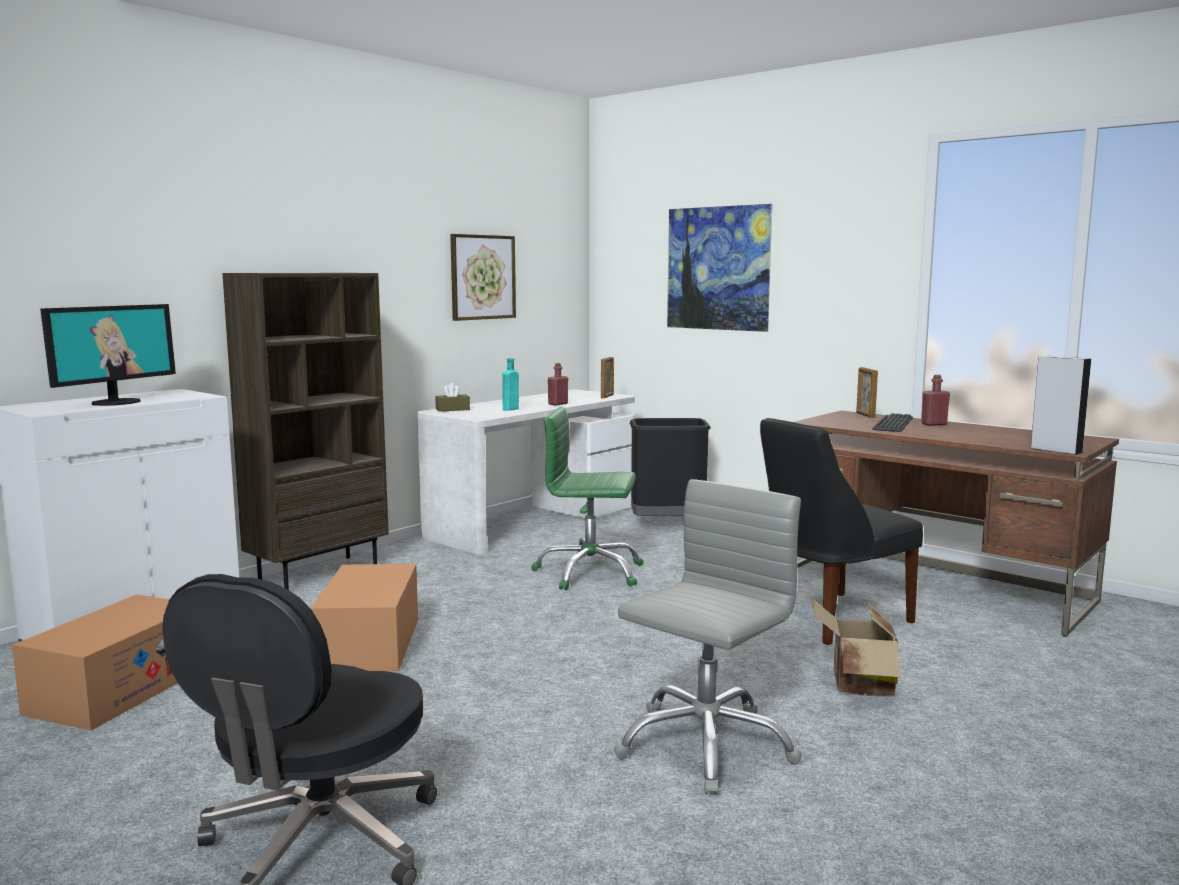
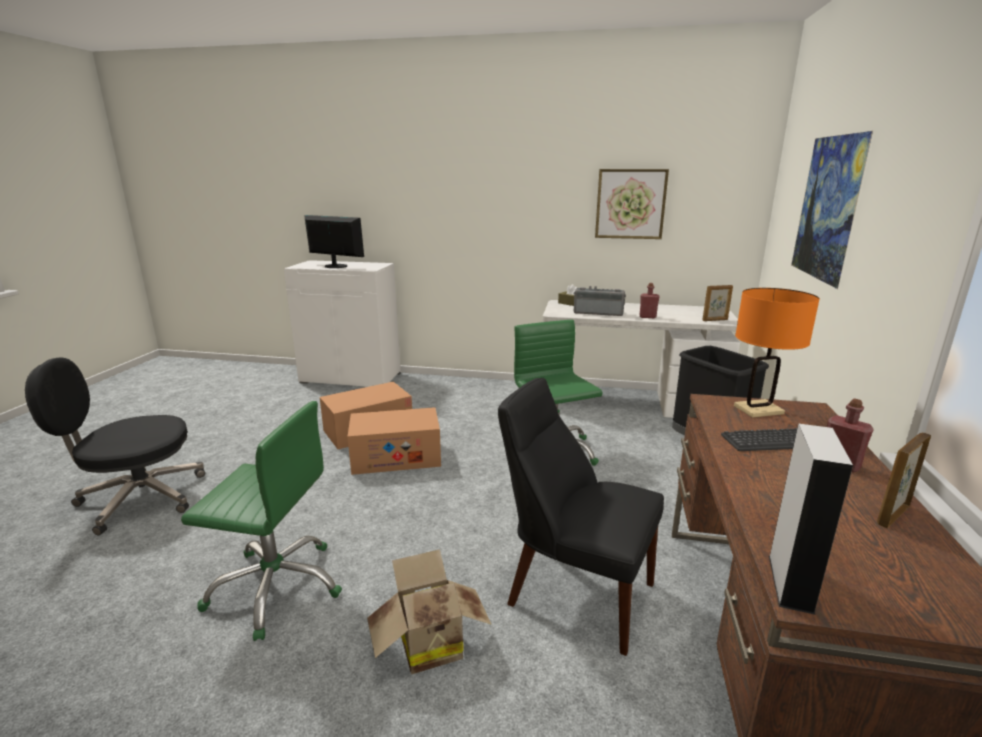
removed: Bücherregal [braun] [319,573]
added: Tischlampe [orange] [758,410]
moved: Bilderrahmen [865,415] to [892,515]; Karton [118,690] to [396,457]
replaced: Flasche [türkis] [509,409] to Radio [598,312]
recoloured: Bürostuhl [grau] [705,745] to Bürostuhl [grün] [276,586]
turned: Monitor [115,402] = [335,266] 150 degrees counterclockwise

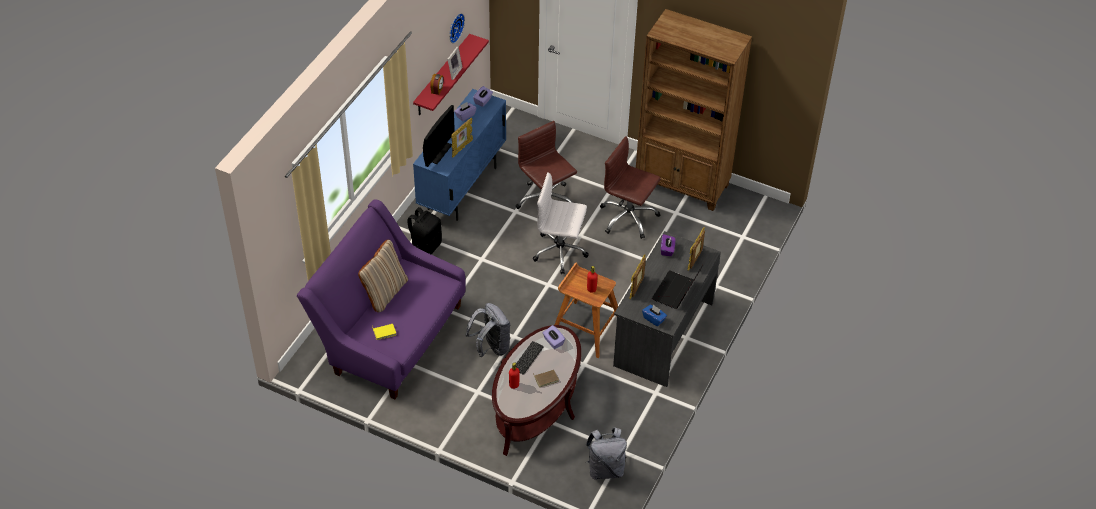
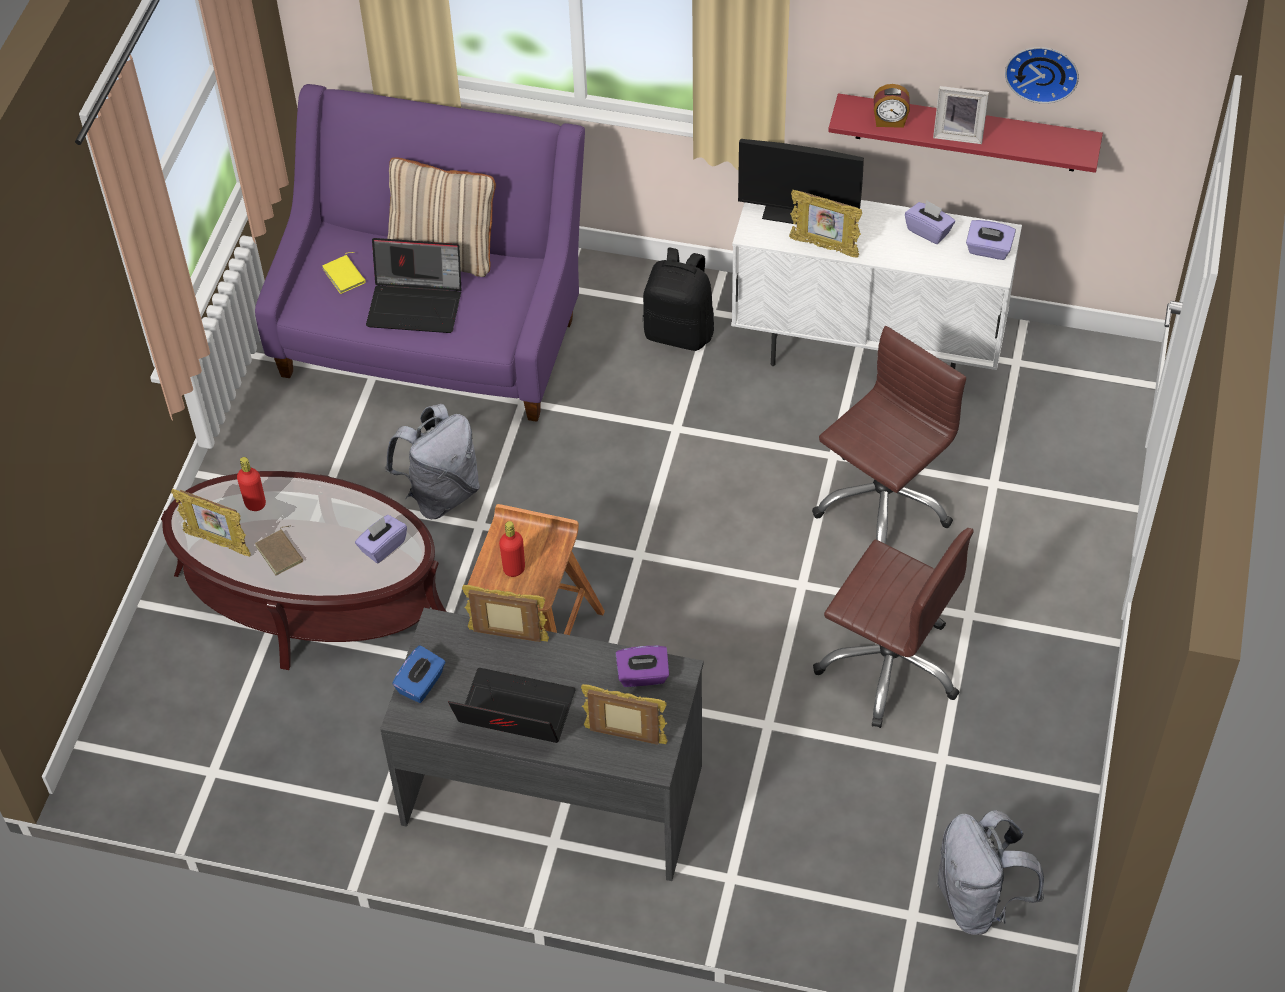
removed: Bücherregal [braun] [682,185]; Bürostuhl [weiß] [561,252]; Tastatur [528,358]
added: Laptop [417,304]; Bilderrahmen [218,543]
moved: Rucksack [grau] [605,469] to [979,901]
recoloured: Schrank [blau] [462,188] to Schrank [weiß] [867,353]
turned: Bürostuhl [braun] [628,218] = [889,665] 105 degrees clockwise

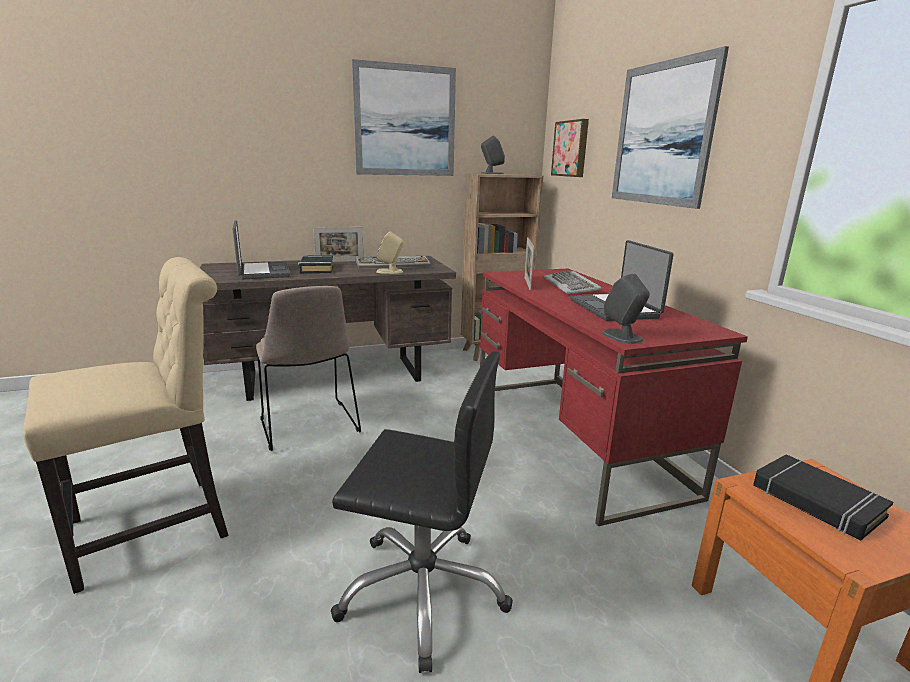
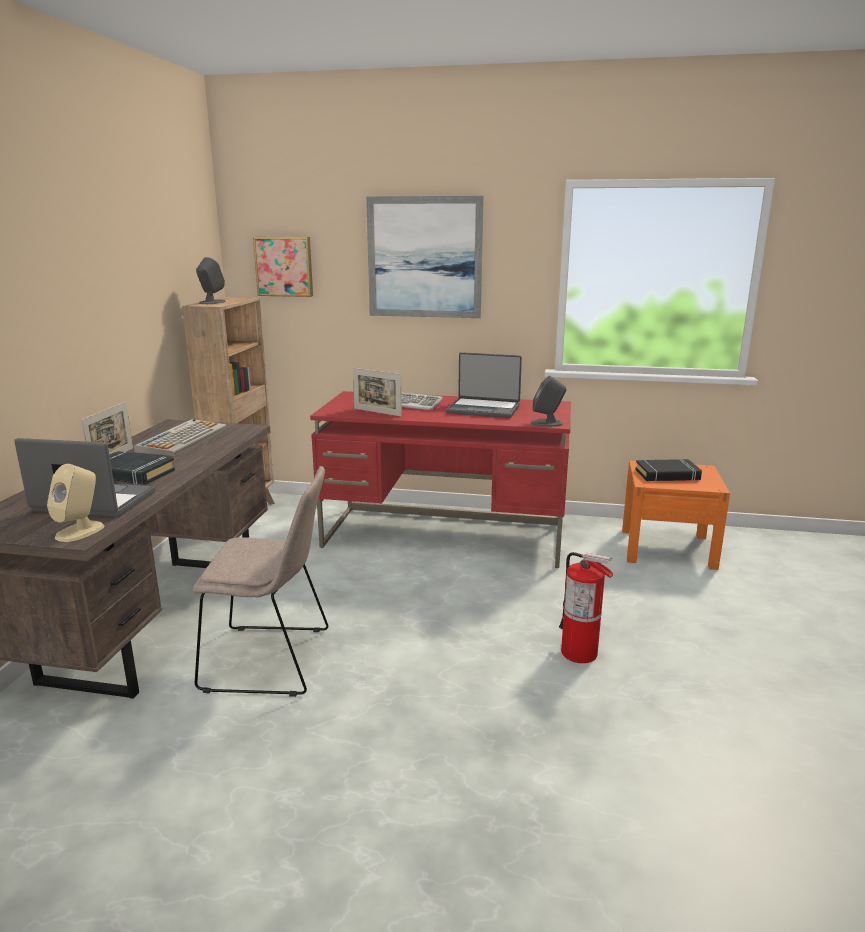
removed: Bild [405,121]; Stuhl [beige] [160,526]
moved: Lautsprecher [beige] [390,271] to [80,531]
replaced: Bürostuhl [schwarz] [423,590] to Feuerlöscher [579,653]

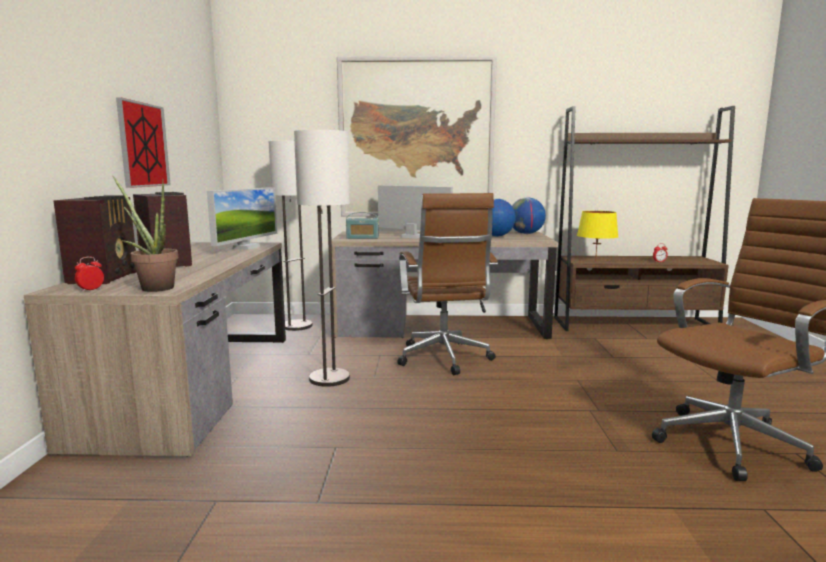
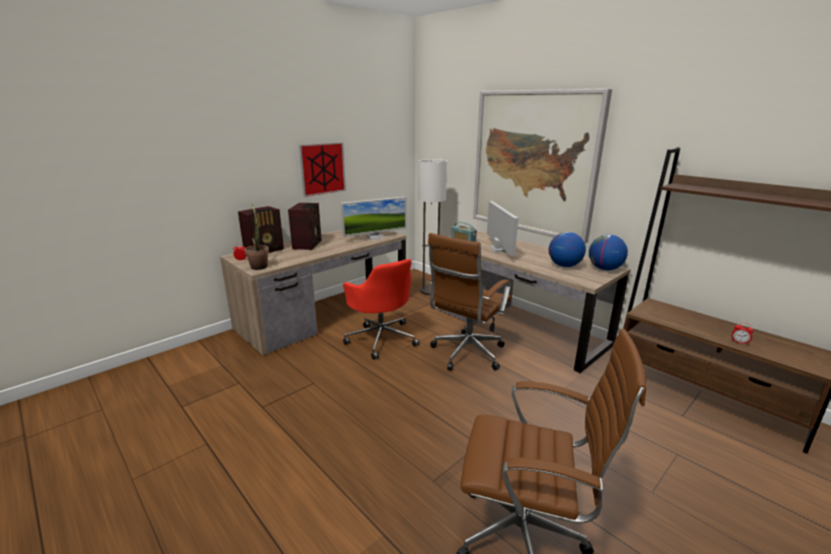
removed: Tischlampe [gelb] [595,261]
replaced: Stehlampe [329,378] to Bürostuhl [rot] [381,338]

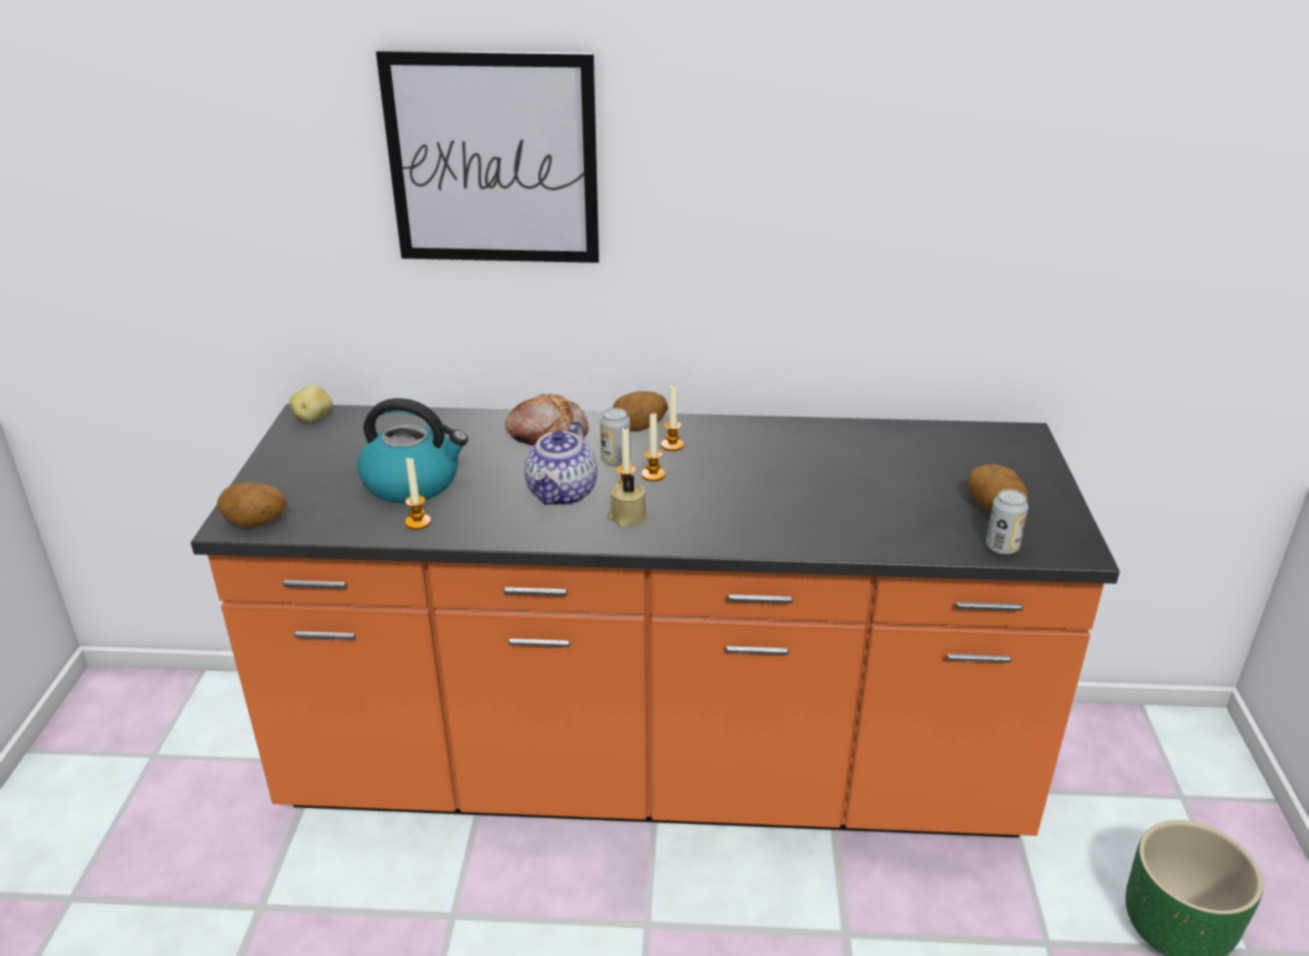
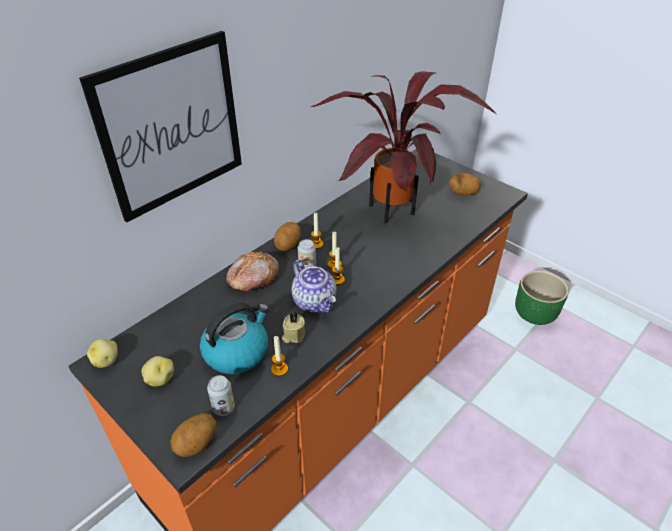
added: Topfpflanze [391,213]; Kartoffel [160,379]
moved: Kerze [beige] [627,517] to [293,335]; Dose [1002,547] to [223,407]

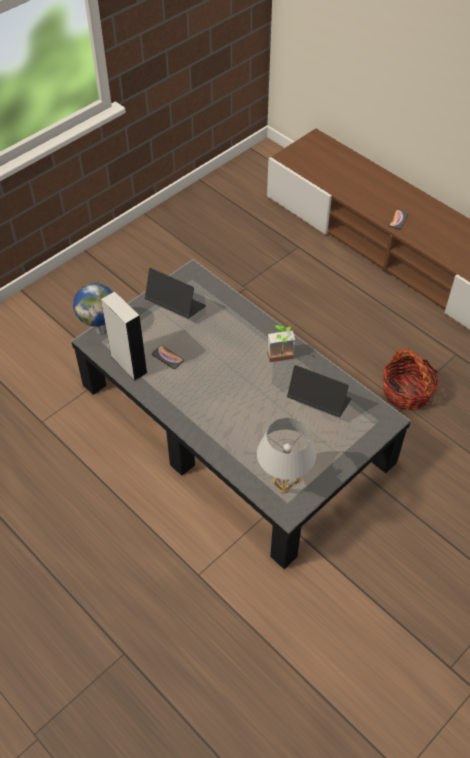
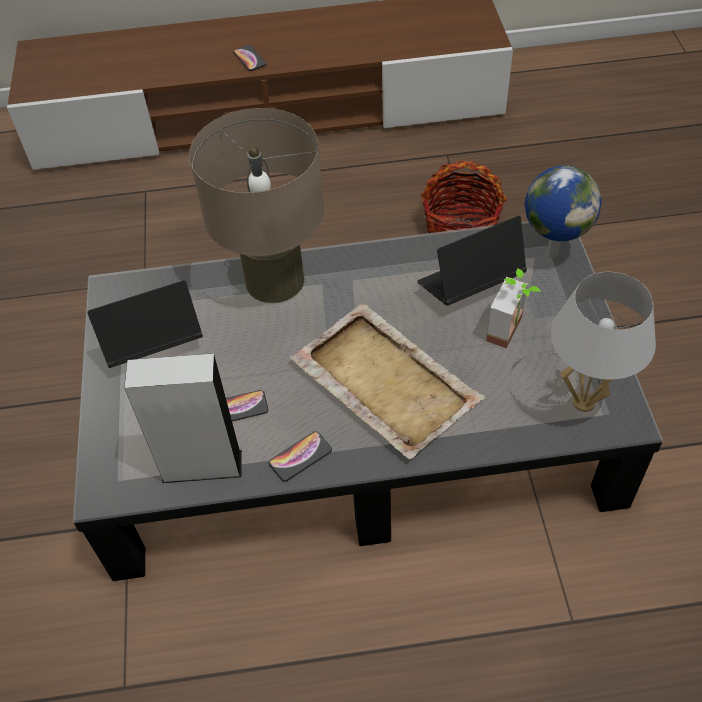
added: Tischlampe [beige] [274,280]; Tablett [beige] [384,380]; Handy [300,456]
moved: Globus [100,331] to [551,253]; Topfpflanze [281,359] to [513,332]

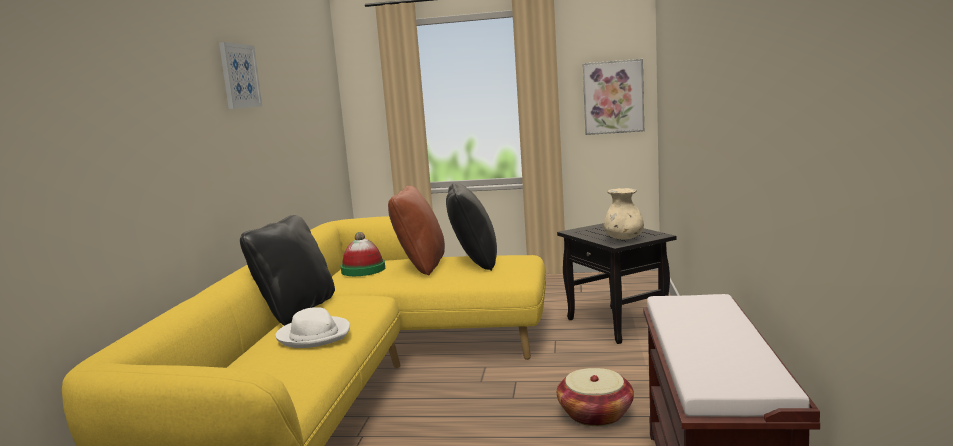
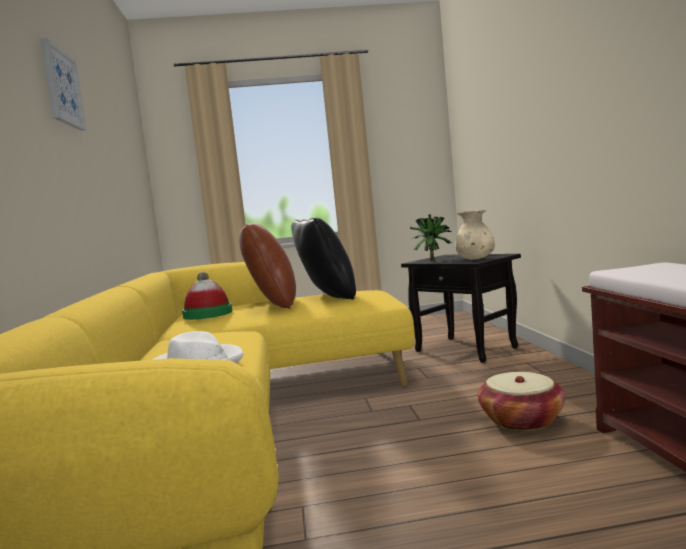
removed: Bild [613,97]; Kissen [schwarz] [296,311]
added: Topfpflanze [432,260]

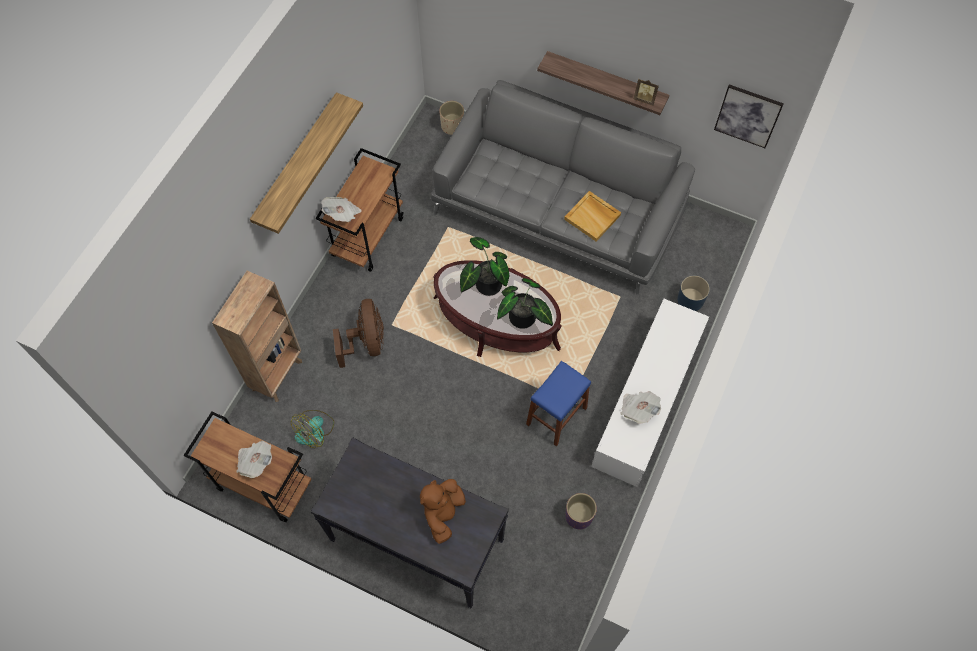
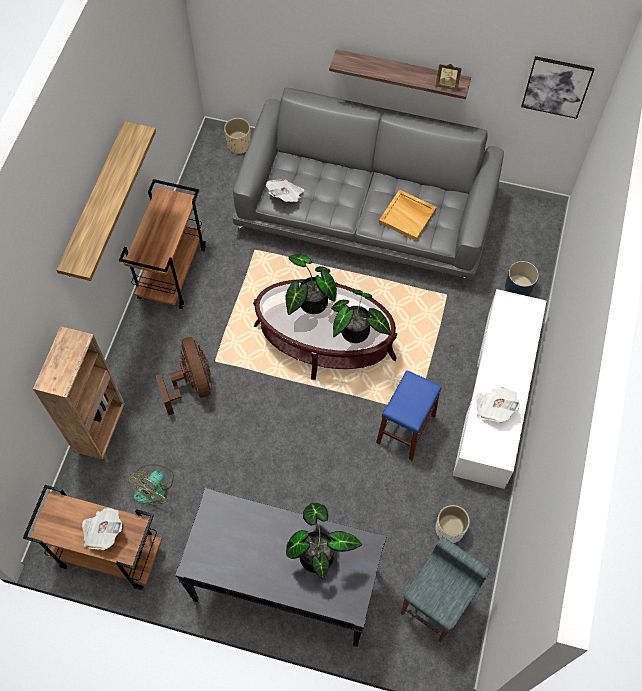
added: Hocker [grau] [436,605]
moved: Zeitung [342,214] to [286,196]
replaced: Plüschtier [braun] [443,513] to Topfpflanze [318,552]
recoloured: Pflanzkübel [lila] [579,516] to Pflanzkübel [weiß] [449,529]

